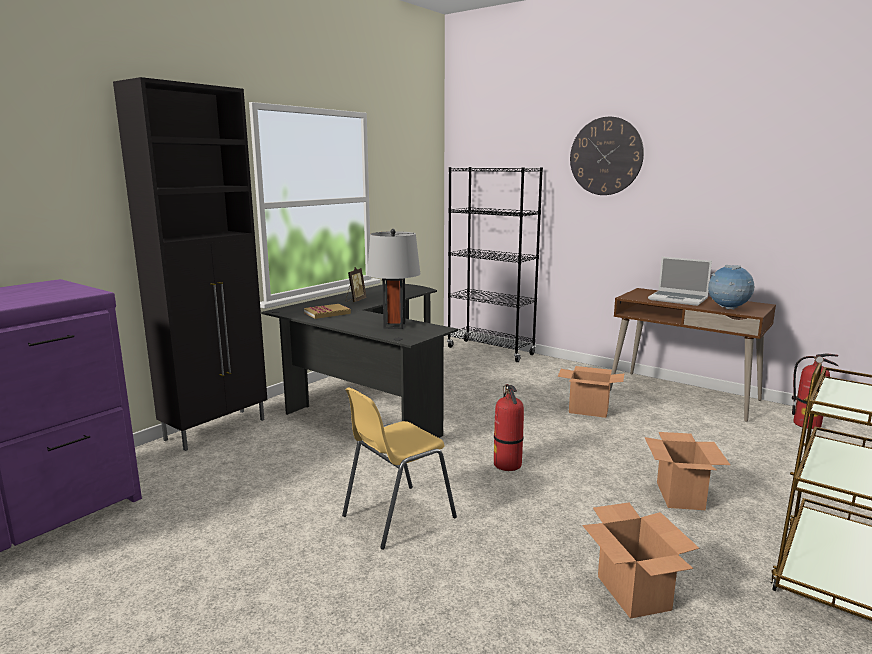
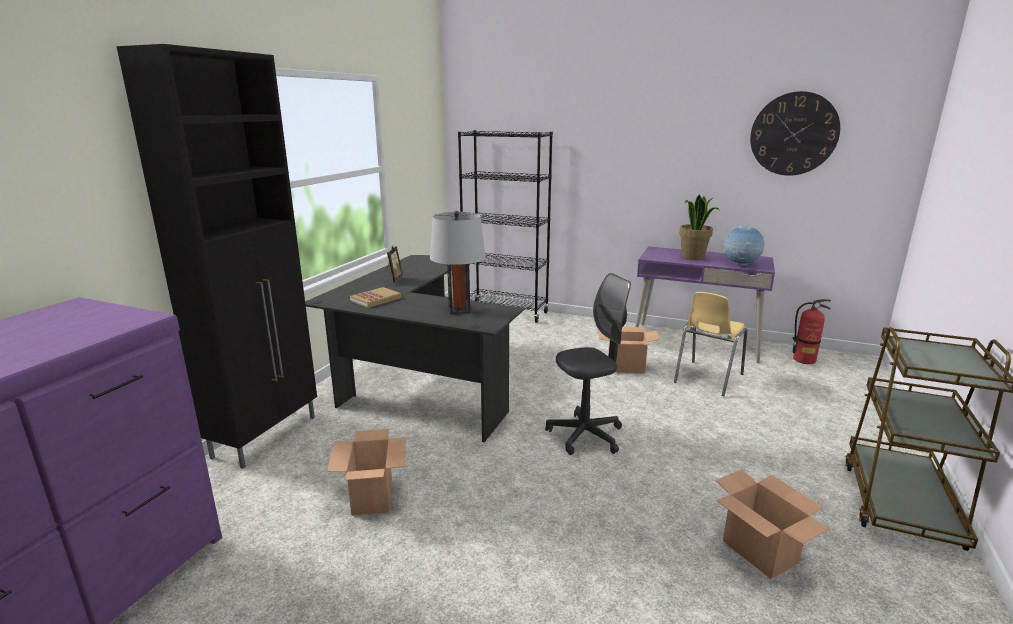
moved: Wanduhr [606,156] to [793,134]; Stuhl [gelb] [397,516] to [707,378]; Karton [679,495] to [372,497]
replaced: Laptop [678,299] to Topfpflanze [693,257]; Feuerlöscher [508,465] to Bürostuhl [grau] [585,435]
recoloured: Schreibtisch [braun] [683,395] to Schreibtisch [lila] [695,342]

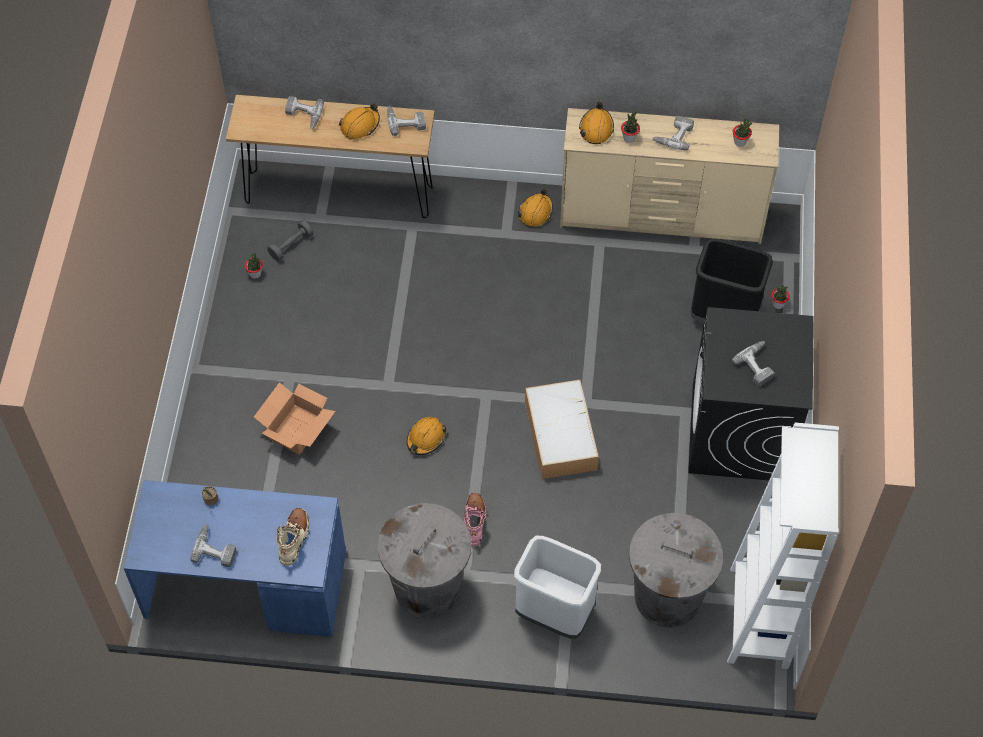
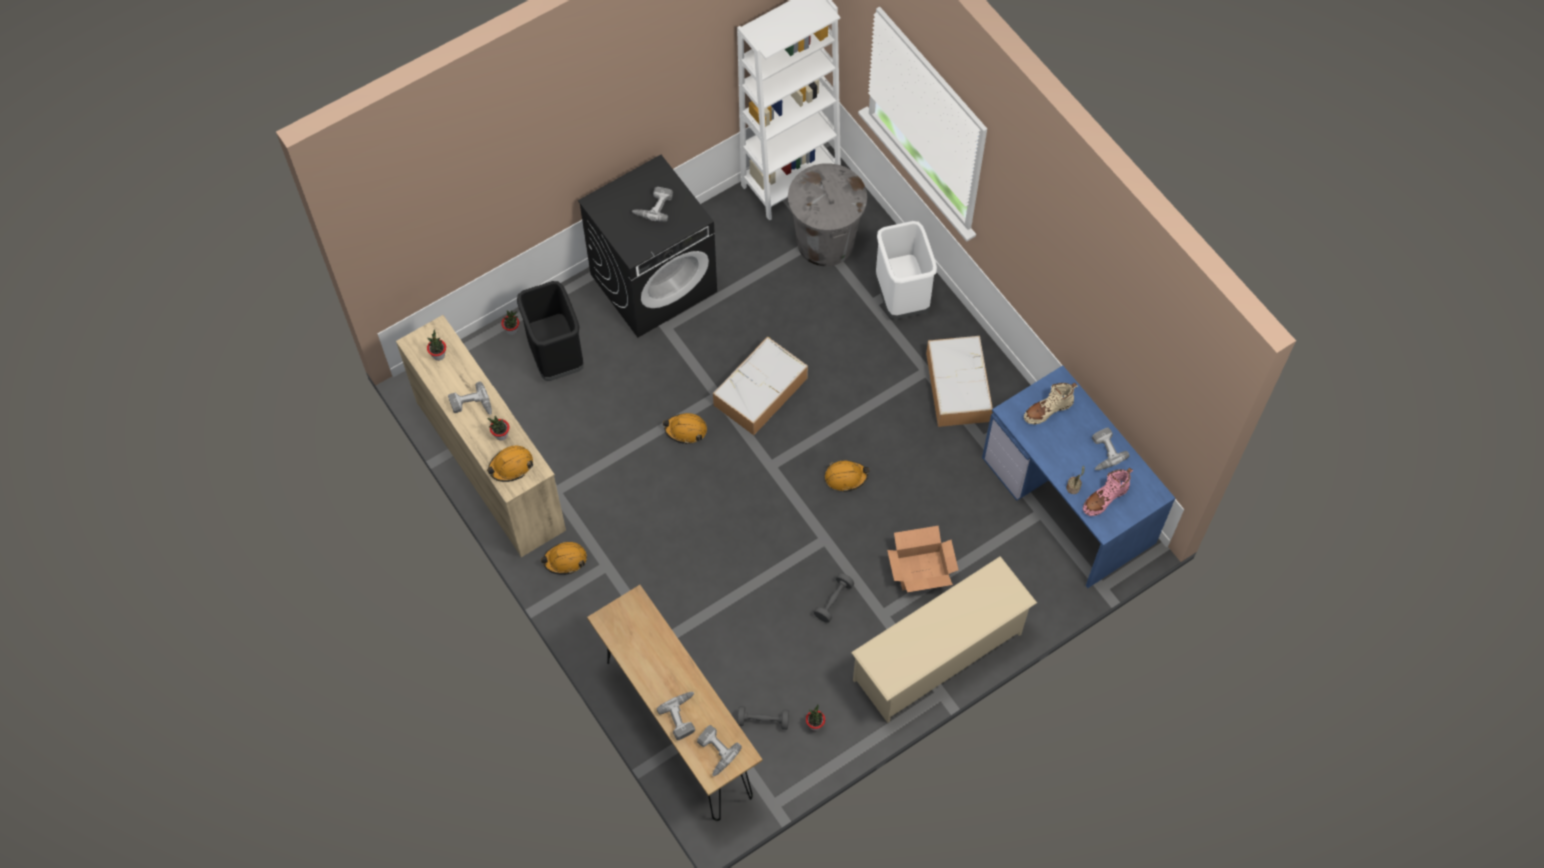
added: Schuhregal [beige] [938,656]; Hantel [grau] [833,601]
moved: Schutzhelm [orange] [360,125] to [686,430]; Bohrmaschine [405,121] to [714,752]; Stiefel [rosa] [474,521] to [1105,498]
replaced: Mülleimer [grau] [428,587] to Aufbewahrungsbox [957,386]

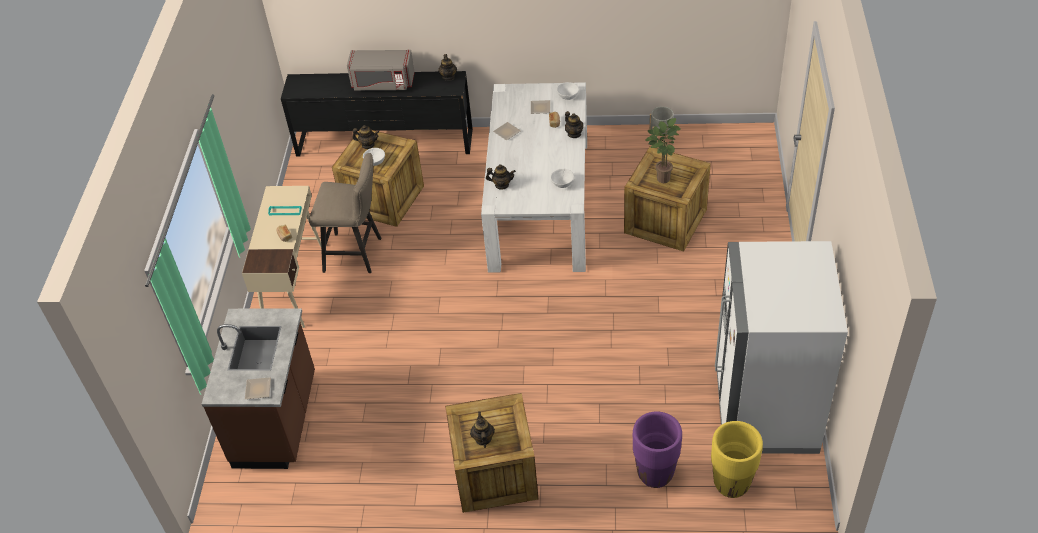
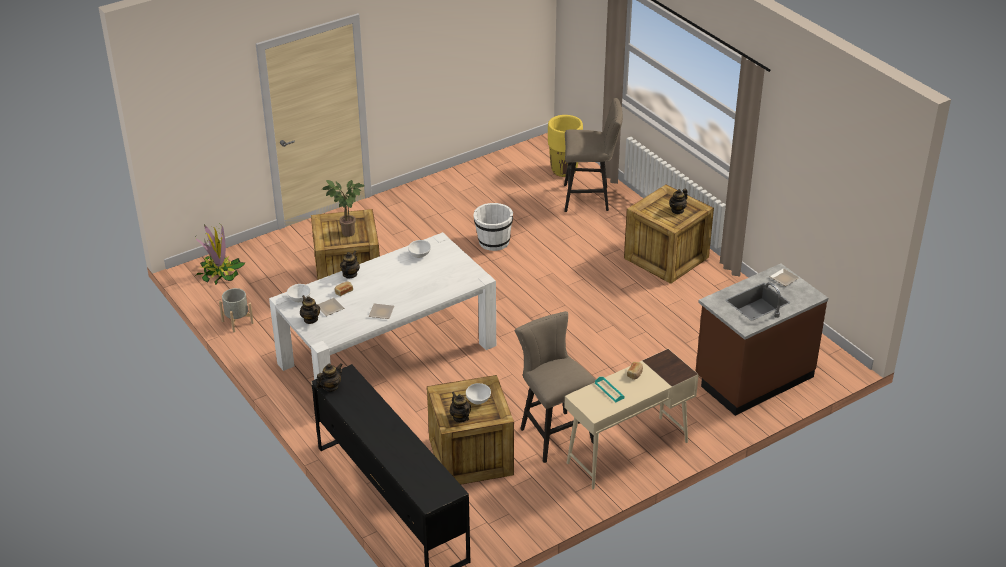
removed: Mikrowelle [grau] [383,83]; Kühlschrank [weiß] [765,408]
added: Eimer [weiß] [493,242]; Topfpflanze [219,273]
moved: Teekanne [501,185] to [310,319]
replaced: Pflanzkübel [lila] [655,474] to Hocker [beige] [590,198]

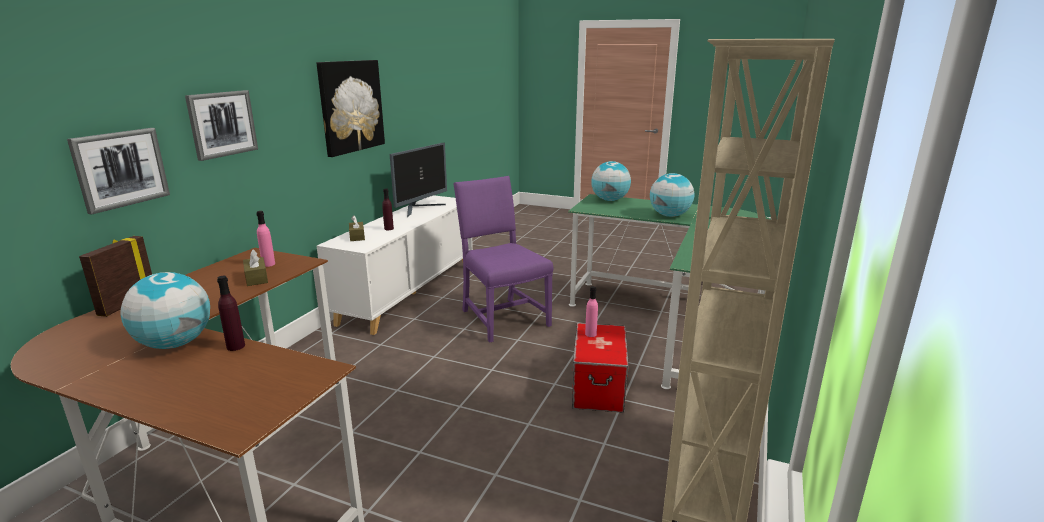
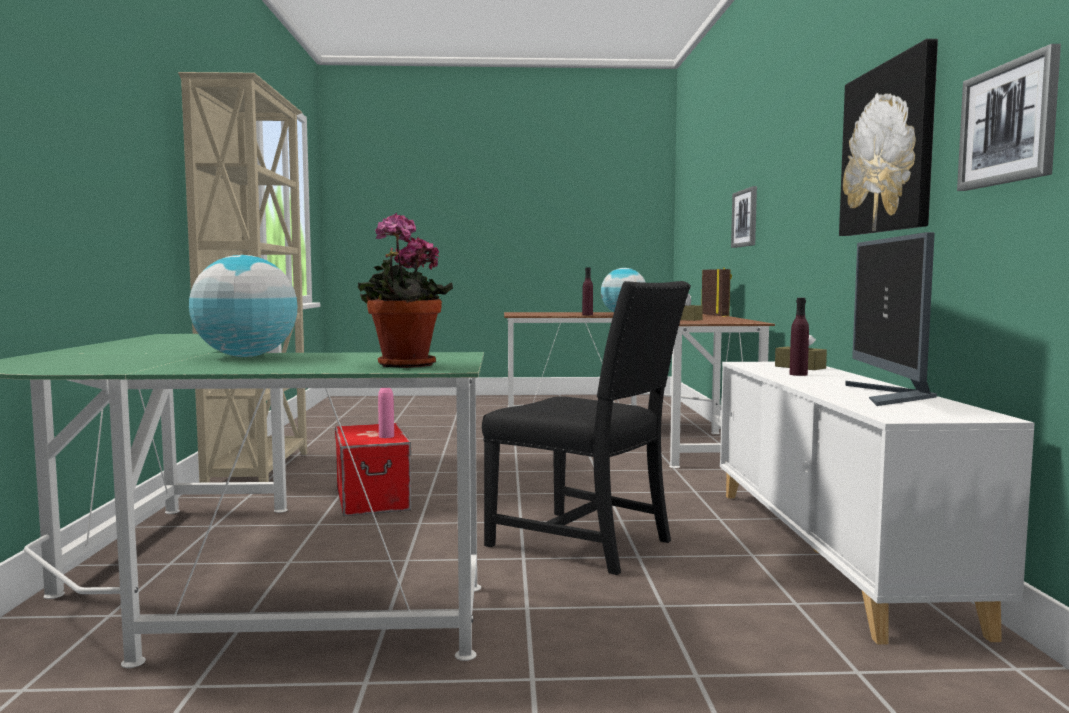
removed: Flasche [rosa] [268,264]
moved: Bild [222,124] to [1008,124]
replaced: Globus [609,200] to Topfpflanze [403,365]
recoloured: Stuhl [lila] [502,317] to Stuhl [schwarz] [586,543]

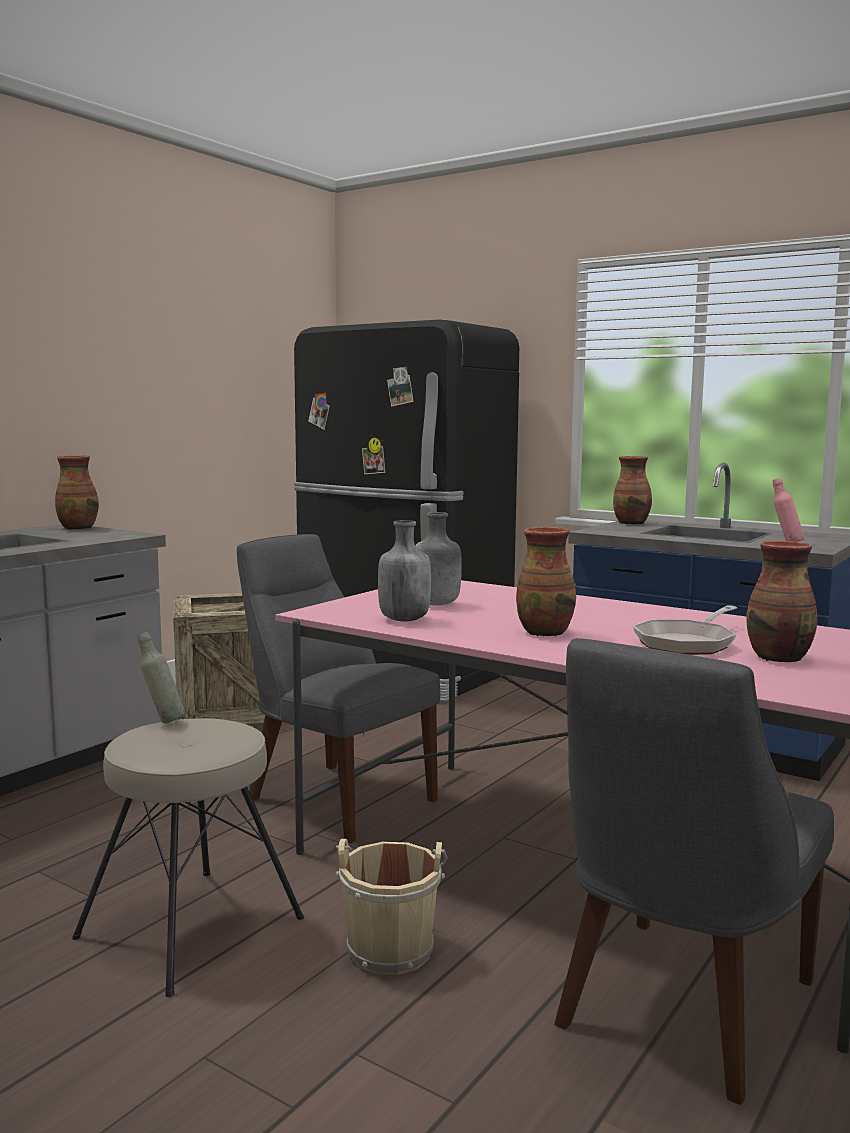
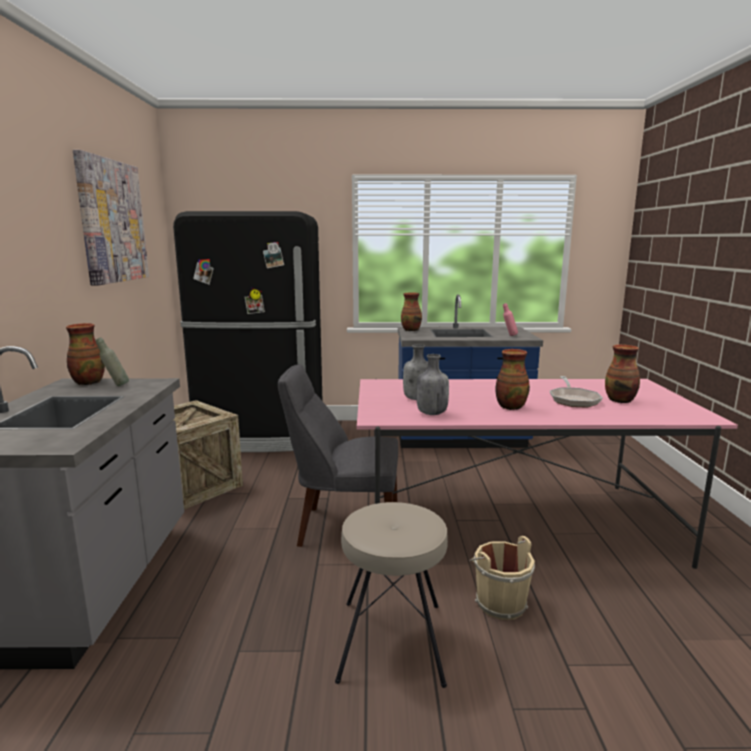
removed: Stuhl [grau] [679,1009]
added: Bild [112,221]
moved: Flasche [grau] [162,722] to [115,386]

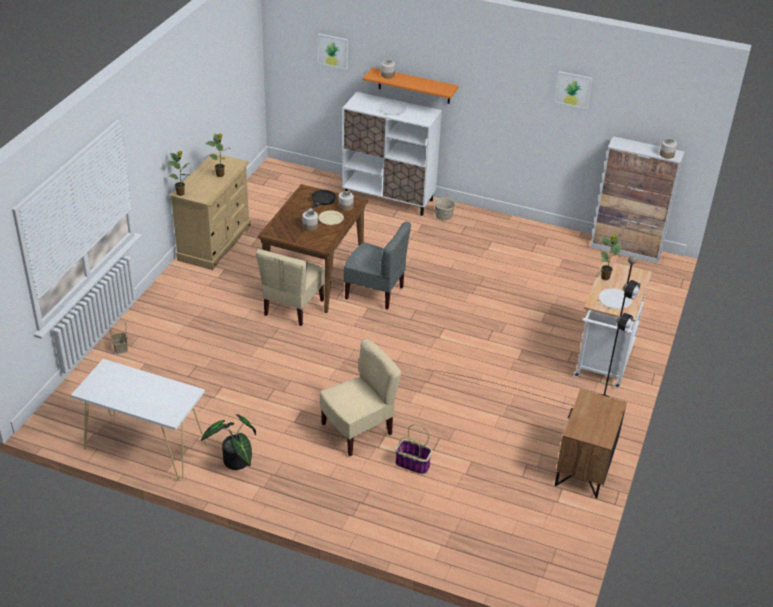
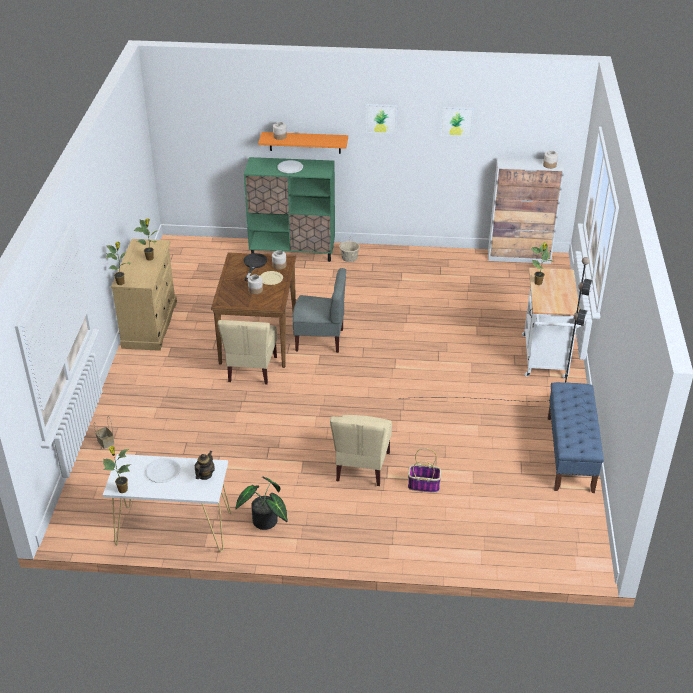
added: Topfpflanze [122,489]; Teekanne [205,475]
moved: Bild [333,50] to [381,118]; Teller [weiß] [615,300] to [163,471]
replaced: Nachttisch [braun] [584,469] to Bank [blau] [570,454]
recoloured: Schrank [weiß] [389,198] to Schrank [grün] [293,251]
turned: Stuhl [beige] [357,430] = [361,467] 150 degrees clockwise

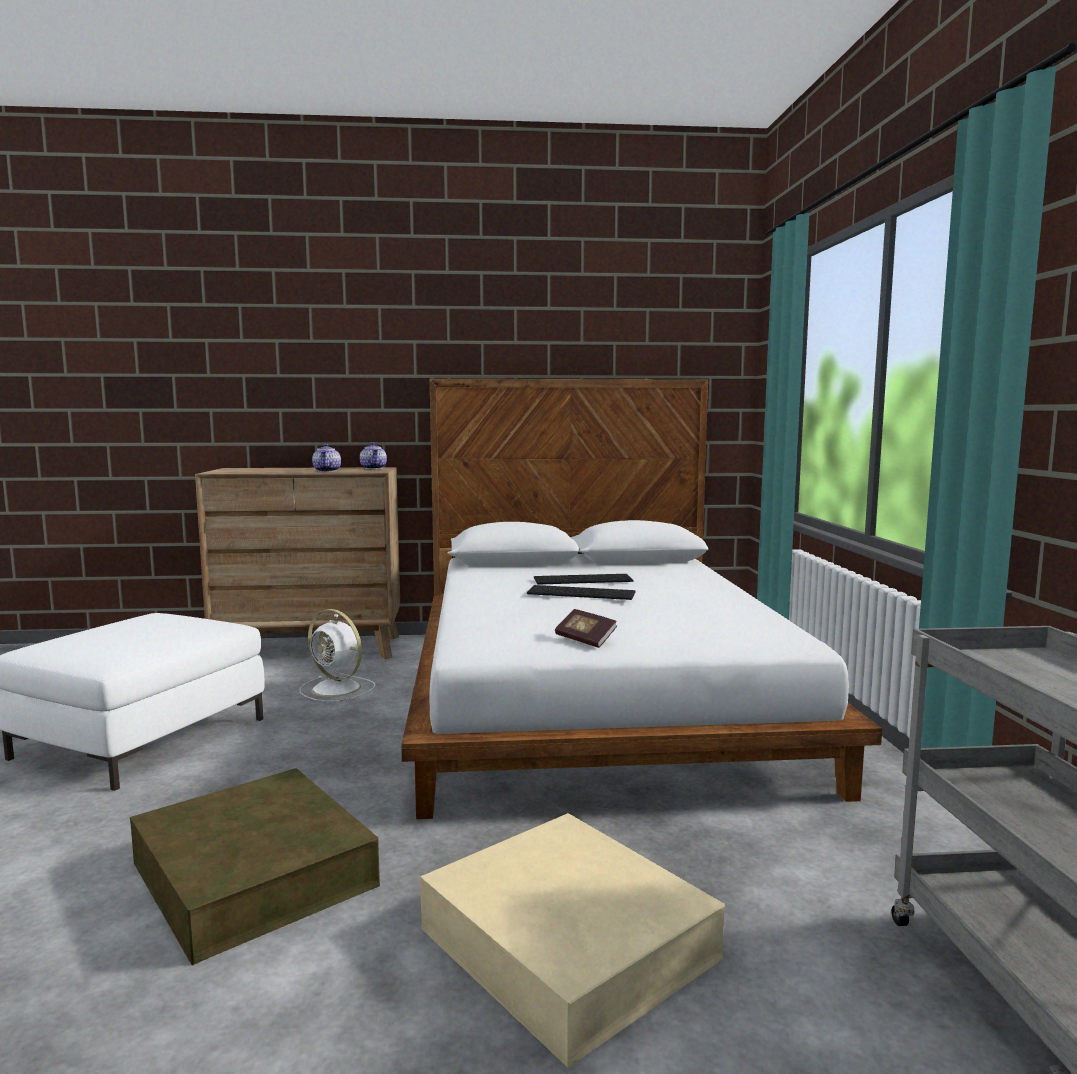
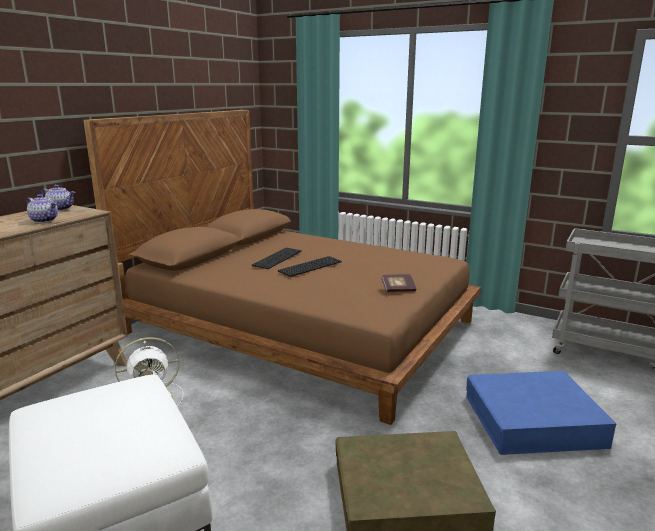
recoloured: Bett [weiß] [597,697] to Bett [braun] [302,327]; Aufbewahrungsbox [beige] [567,943] to Aufbewahrungsbox [blau] [533,421]

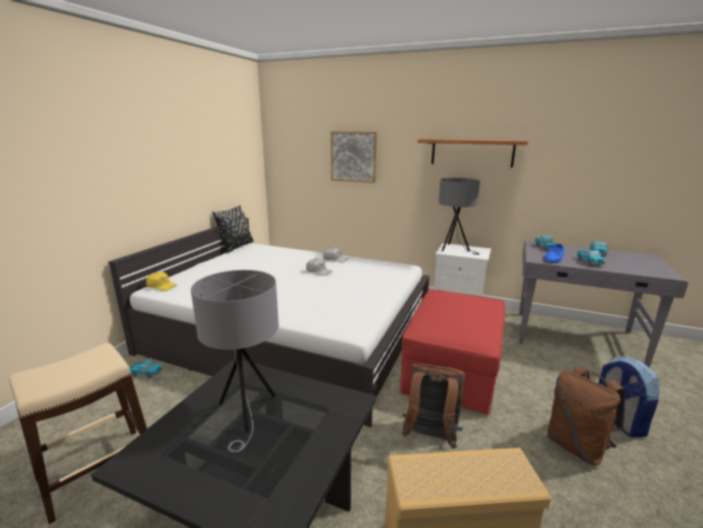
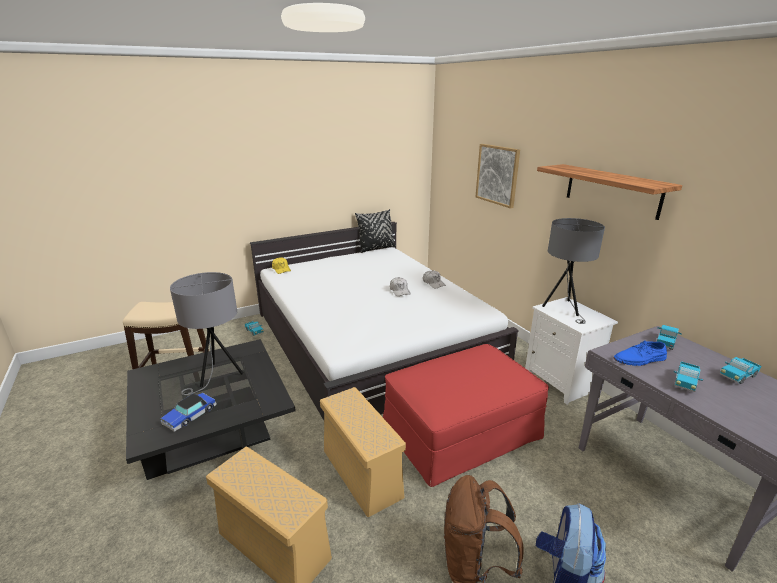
added: Spielzeugauto [190,415]
replaced: Rucksack [braun] [430,437] to Aufbewahrungsbox [beige] [360,472]

